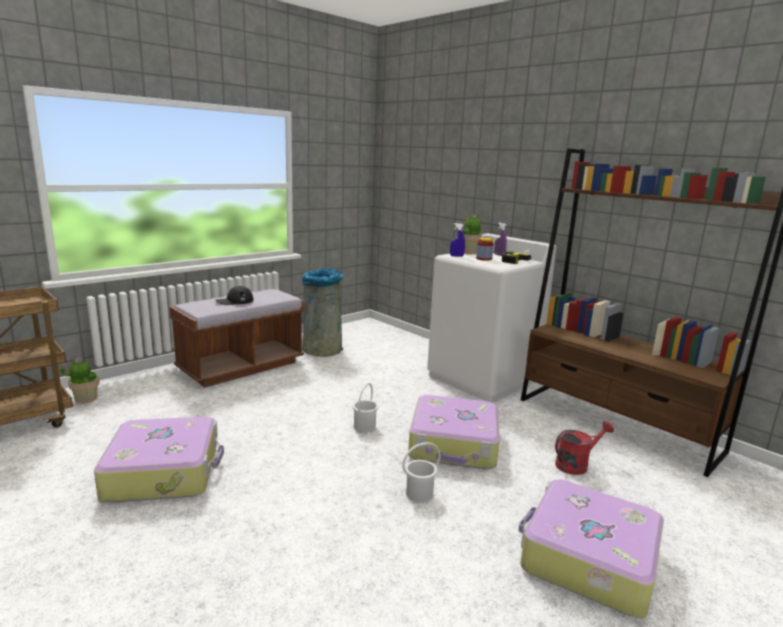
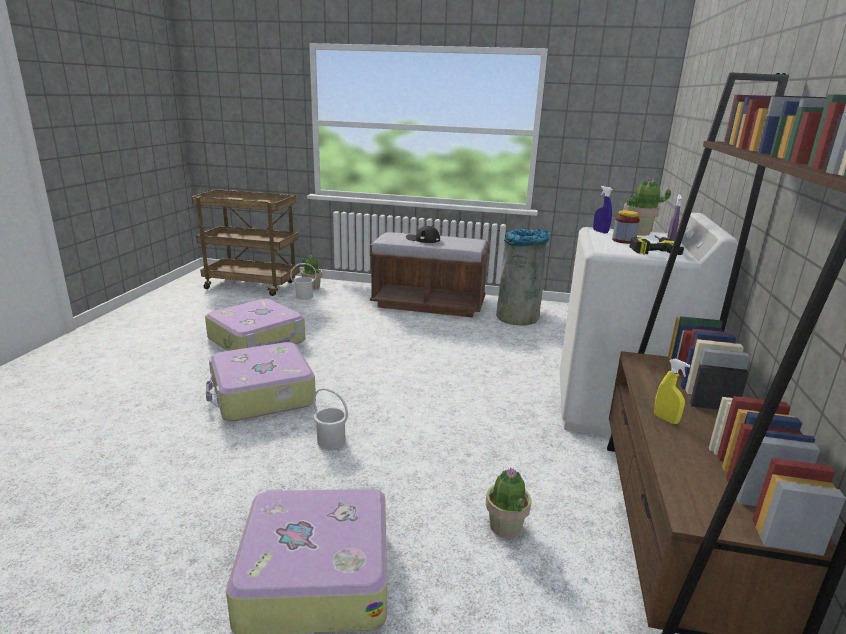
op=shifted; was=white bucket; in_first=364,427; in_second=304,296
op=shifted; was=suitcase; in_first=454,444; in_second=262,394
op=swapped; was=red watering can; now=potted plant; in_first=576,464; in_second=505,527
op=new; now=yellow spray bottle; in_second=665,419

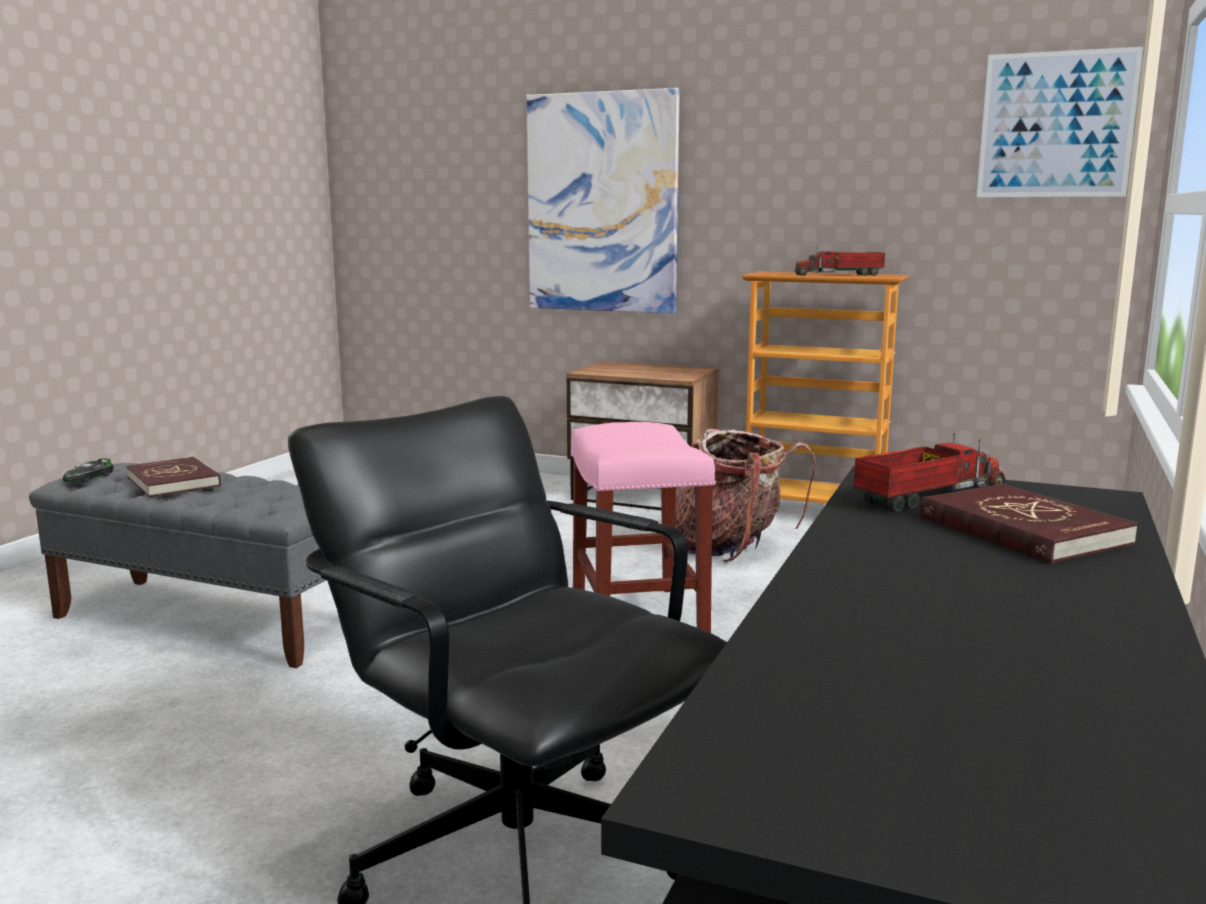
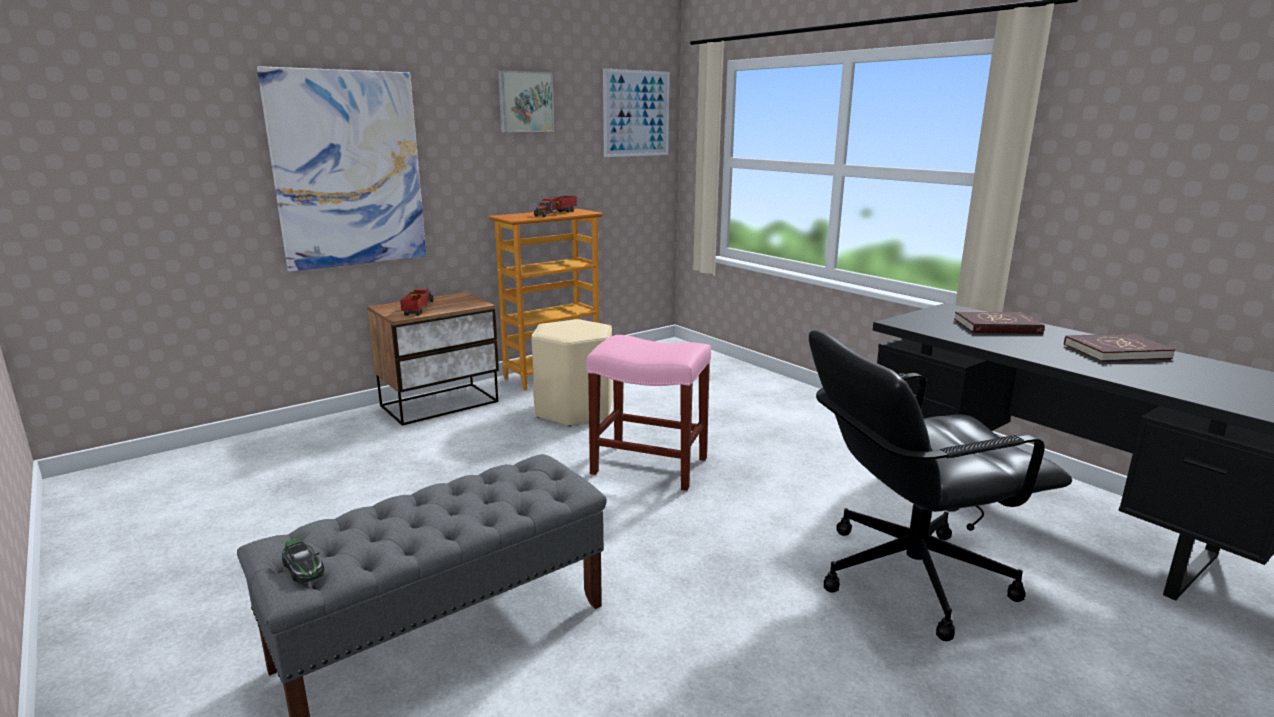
op=swapped; was=backpack; now=beige stool; in_first=730,548; in_second=574,410
op=shifted; was=toy truck; in_first=928,496; in_second=418,309
op=shifted; was=red book; in_first=174,481; in_second=1116,351
op=new; now=picture; in_second=525,102

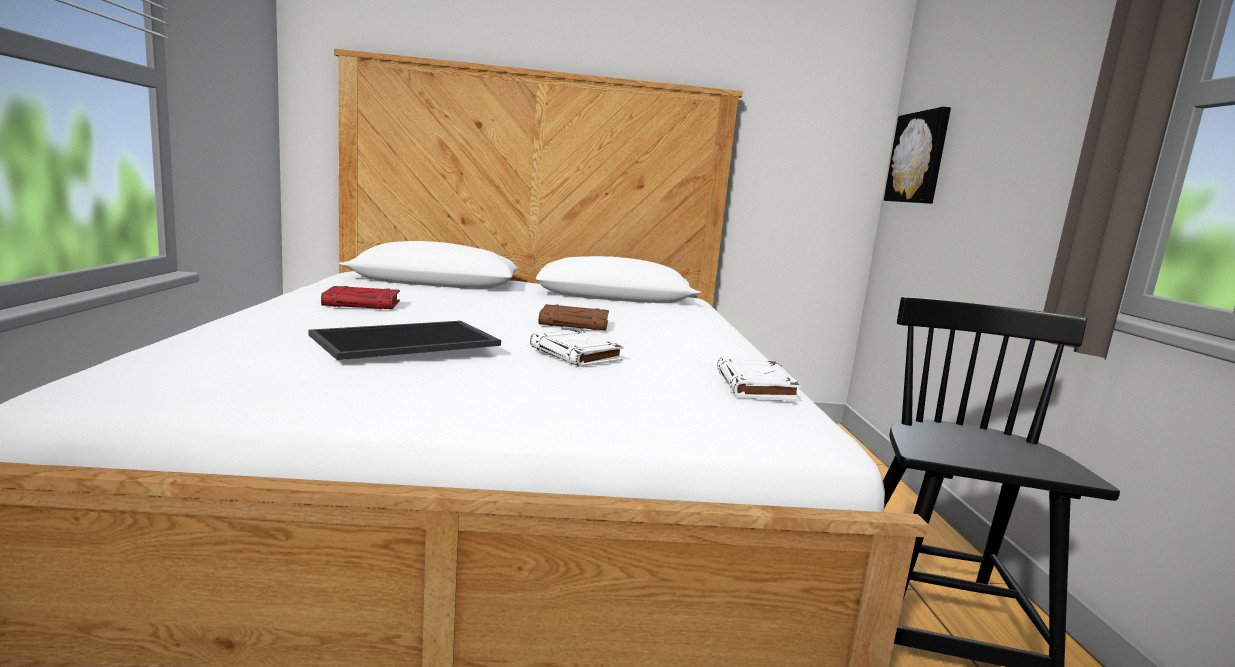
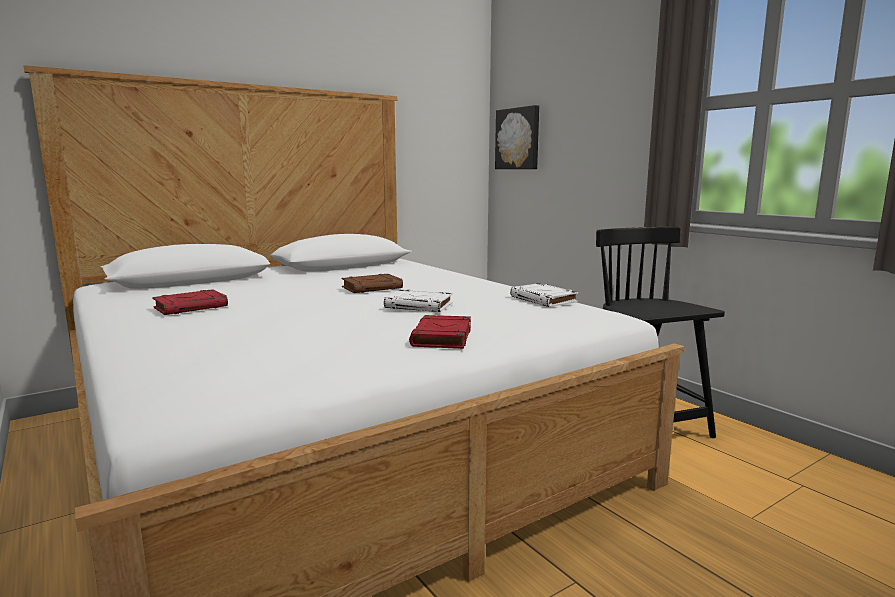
op=gone; was=tray; in_first=406,341
op=new; now=red book; in_second=442,337

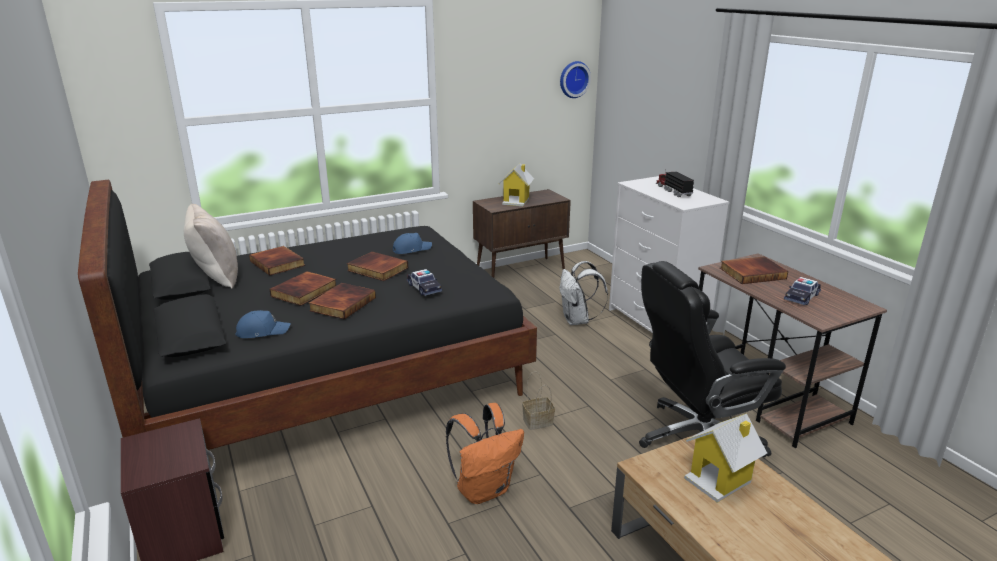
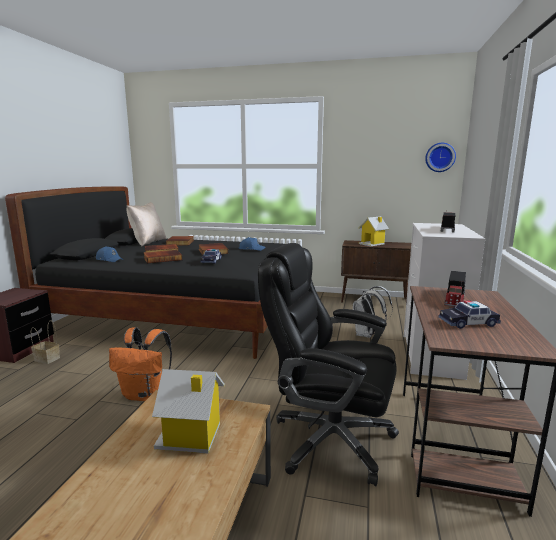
op=swapped; was=book; now=toy truck; in_first=752,273; in_second=454,299
op=shifted; was=basket; in_first=538,421; in_second=48,359

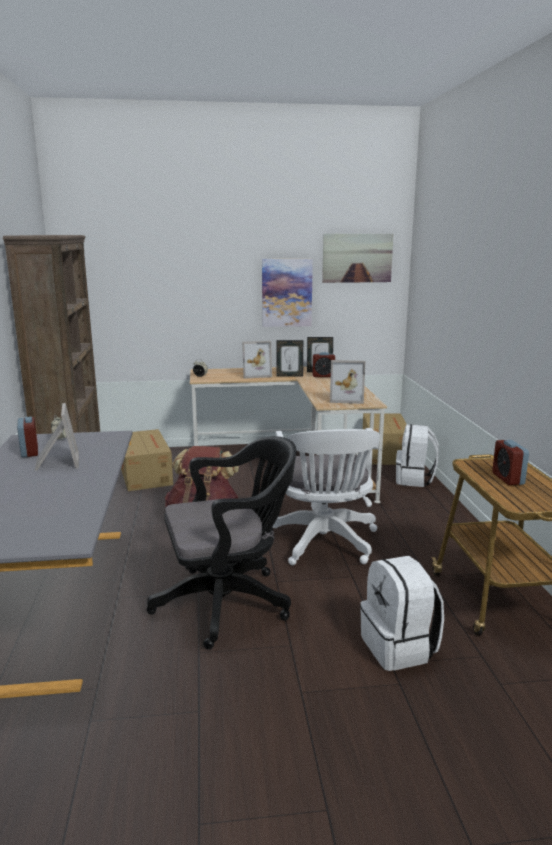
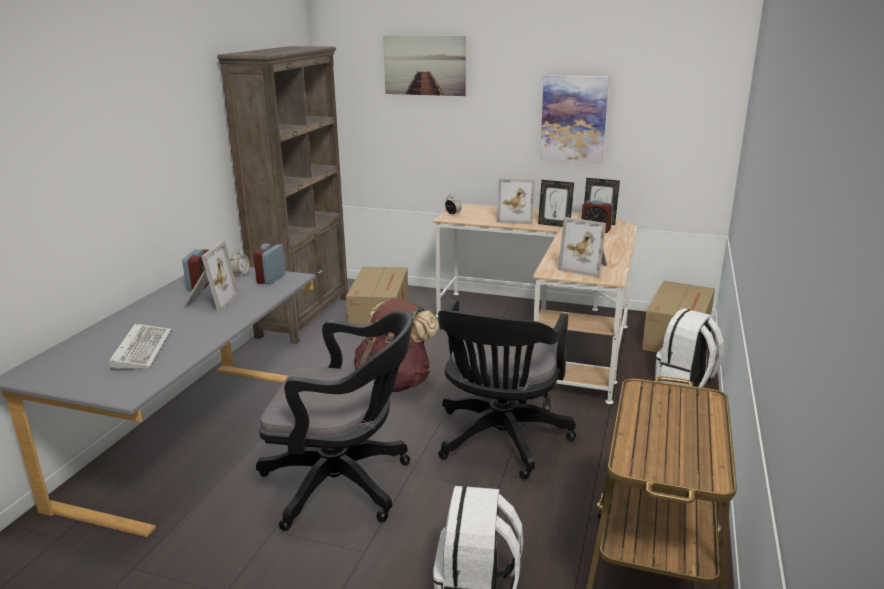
op=shifted; was=picture; in_first=357,258; in_second=424,65
op=repainted; was=white office chair; now=black office chair; in_first=324,543; in_second=499,441
op=shifted; was=alarm clock; in_first=508,478; in_second=271,279
op=new; now=keyboard; in_second=141,349

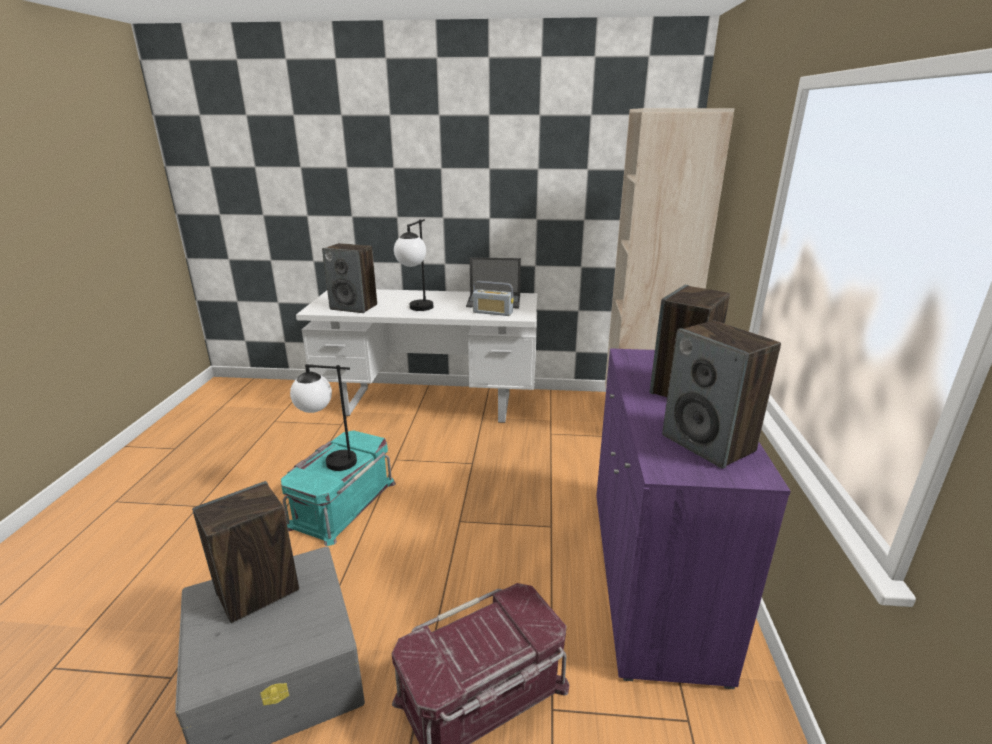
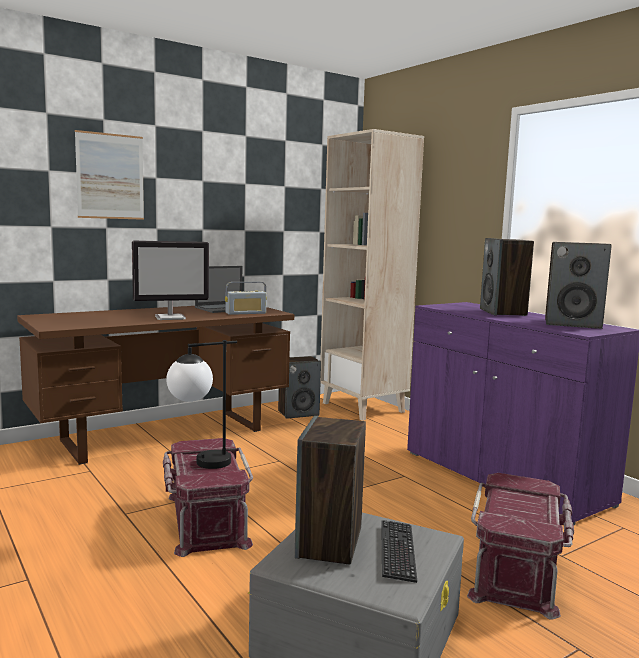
op=swapped; was=table lamp; now=monitor; in_first=417,310; in_second=171,318
op=shifted; was=speaker; in_first=354,307; in_second=298,413
op=repainted; was=white desk; now=brown desk; in_first=430,404; in_second=164,435
op=repainted; was=turquoise storage box; now=red storage box; in_first=341,503; in_second=205,520
op=new; now=picture; in_second=110,176
op=new; now=keyboard; in_second=397,552

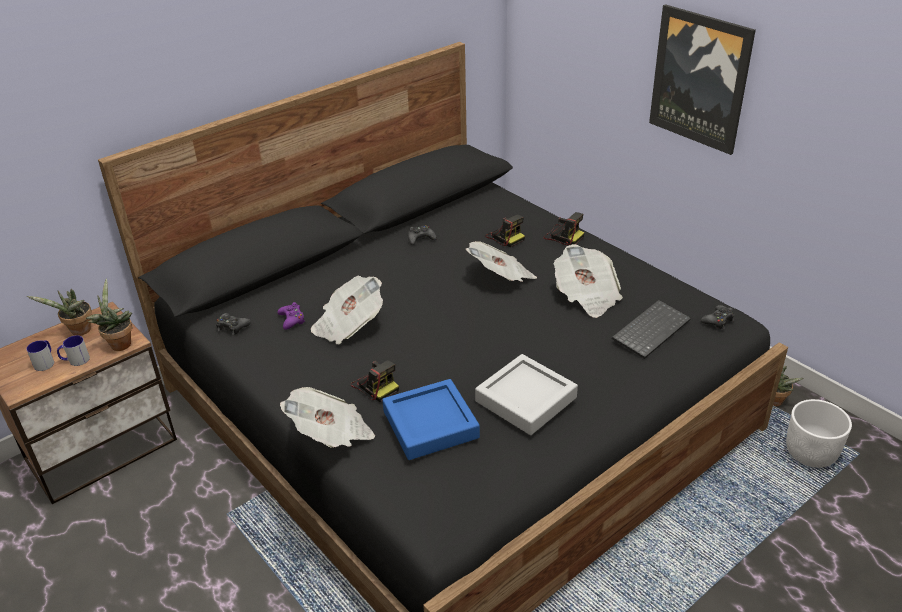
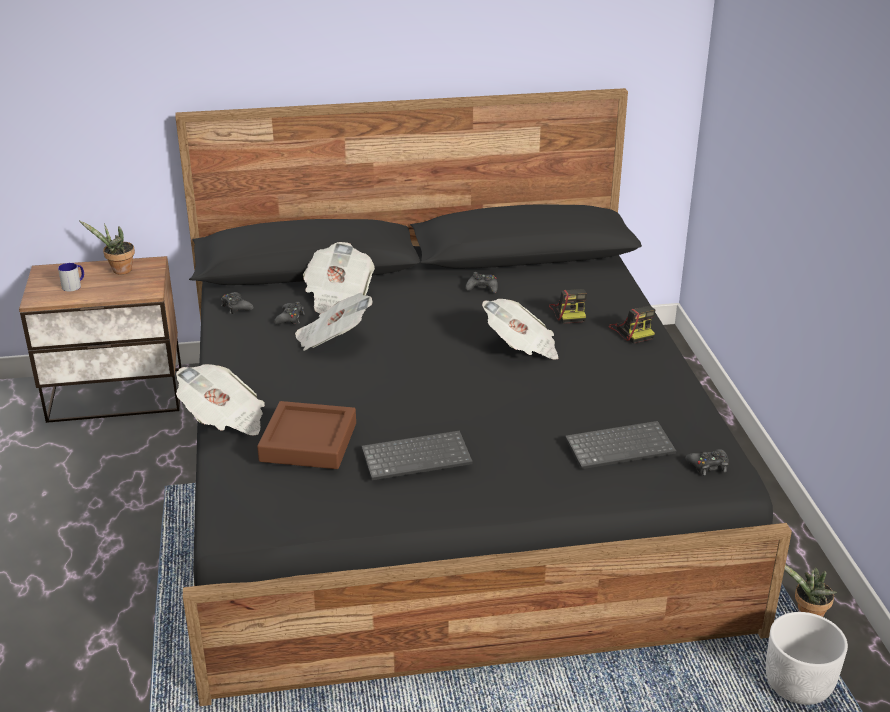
op=gone; was=picture; in_first=700,78
op=shifted; was=newspaper; in_first=586,296; in_second=337,296
op=gone; was=potted plant; in_first=119,343
op=repainted; was=purple game controller; now=black game controller; in_first=292,320; in_second=290,318
op=gone; was=mug; in_first=75,360
op=swapped; was=grey tray; now=keyboard; in_first=526,399; in_second=417,456
op=gone; was=photo camera; in_first=375,385
op=repainted; was=blue tray; now=brown tray; in_first=430,424; in_second=308,442

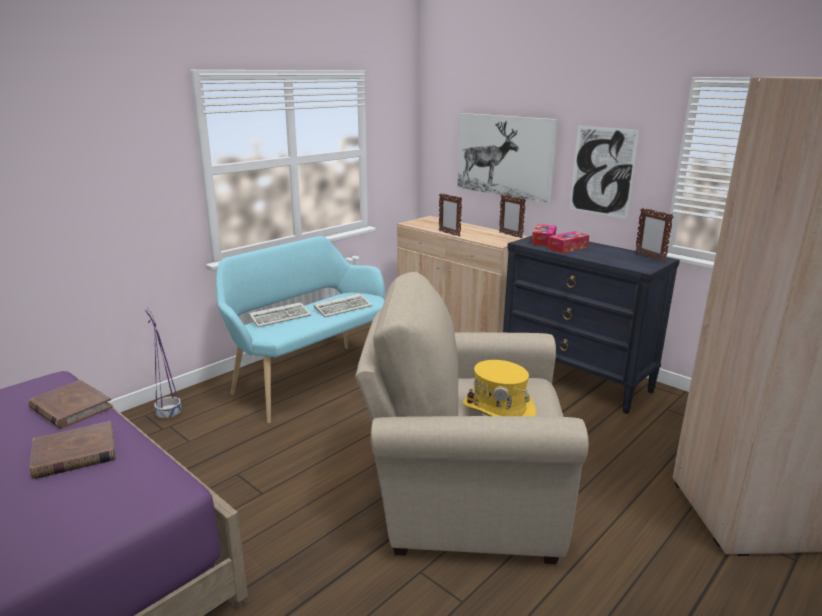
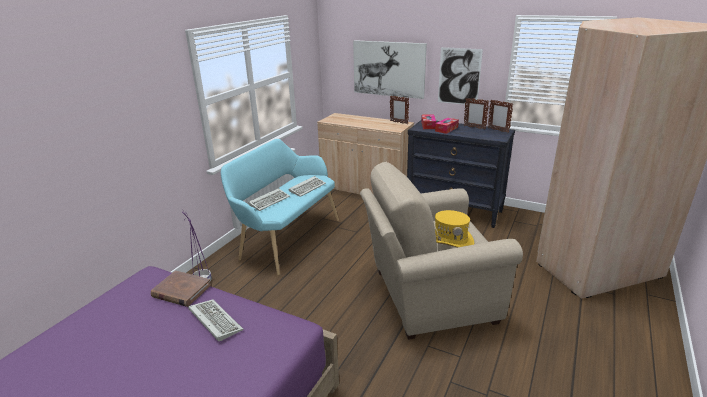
op=shifted; was=picture frame; in_first=449,234; in_second=474,127
op=swapped; was=brown book; now=keyboard; in_first=75,454; in_second=214,321

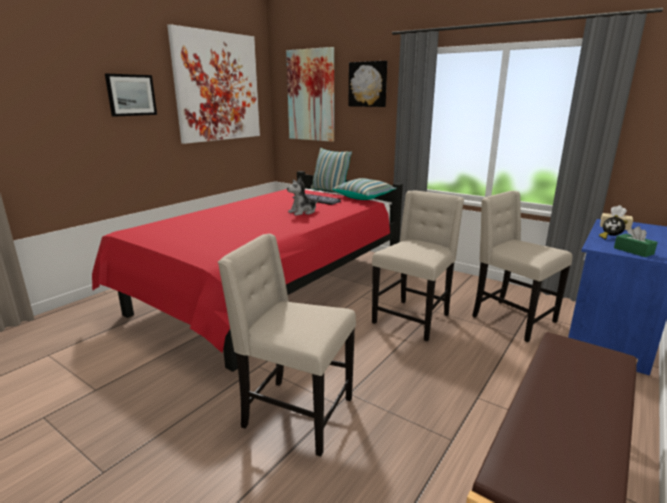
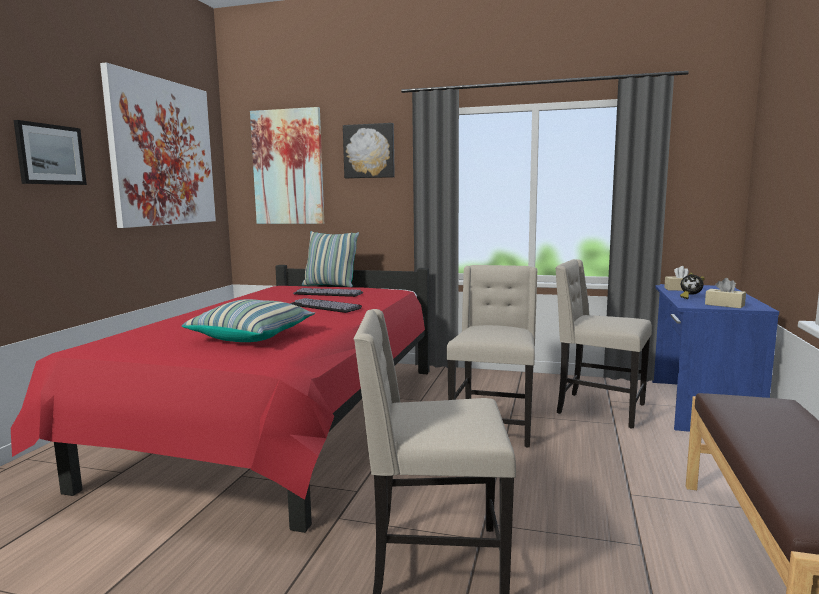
op=swapped; was=plush toy; now=keyboard; in_first=303,212; in_second=328,306
op=shifted; was=pillow; in_first=364,197; in_second=252,336
op=repainted; was=green tissue box; now=beige tissue box; in_first=633,251; in_second=724,305

